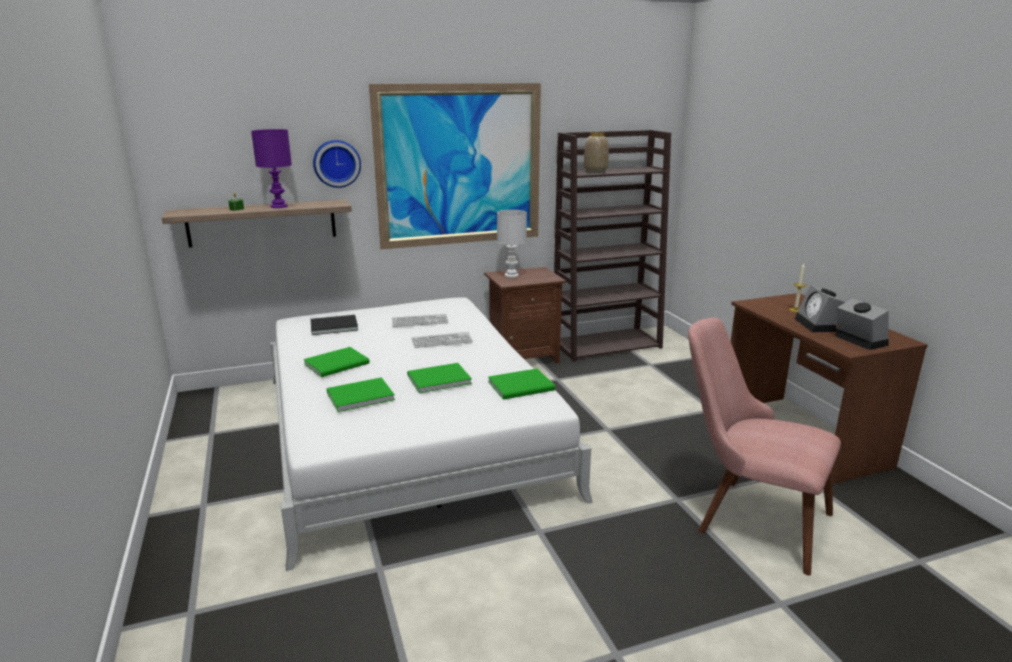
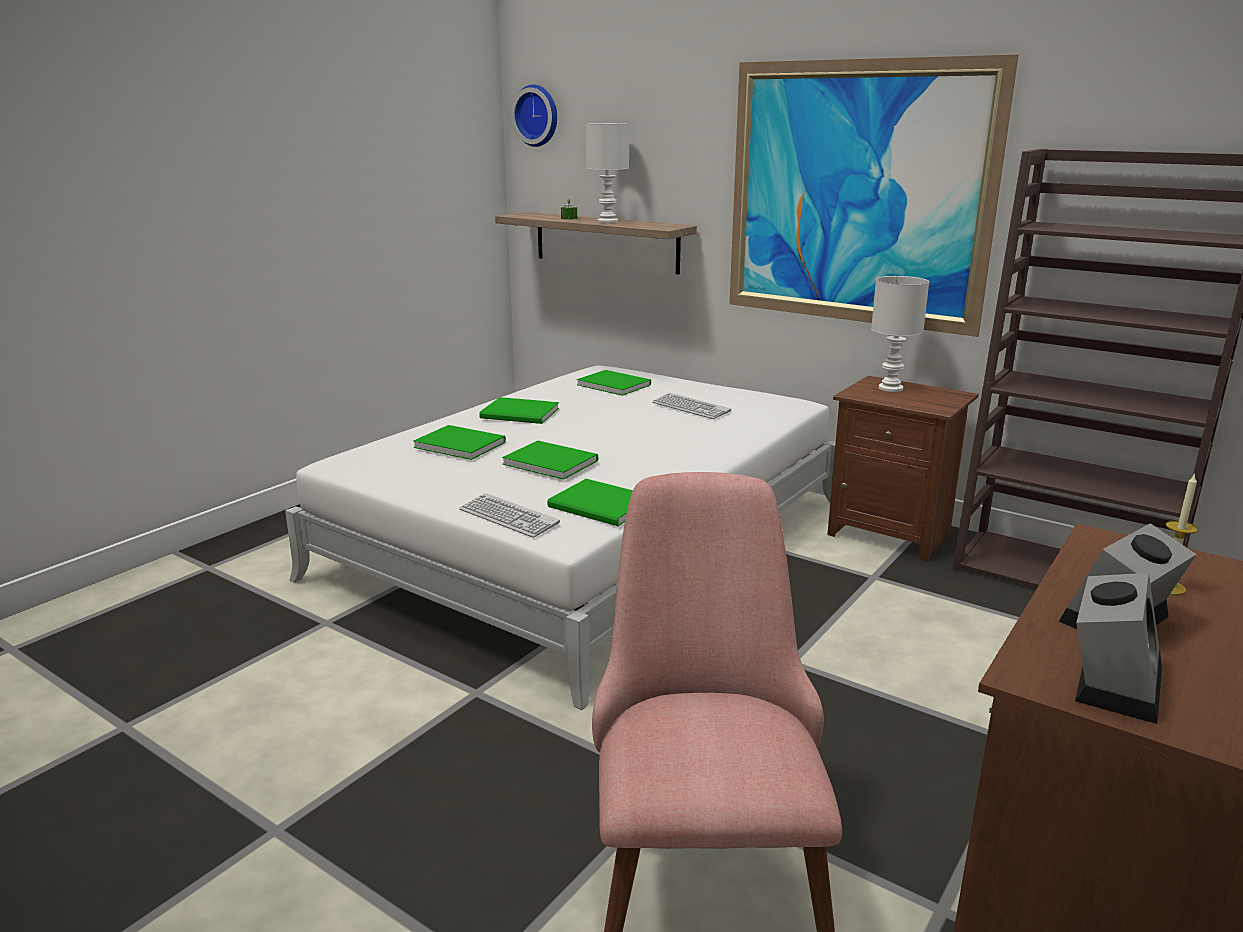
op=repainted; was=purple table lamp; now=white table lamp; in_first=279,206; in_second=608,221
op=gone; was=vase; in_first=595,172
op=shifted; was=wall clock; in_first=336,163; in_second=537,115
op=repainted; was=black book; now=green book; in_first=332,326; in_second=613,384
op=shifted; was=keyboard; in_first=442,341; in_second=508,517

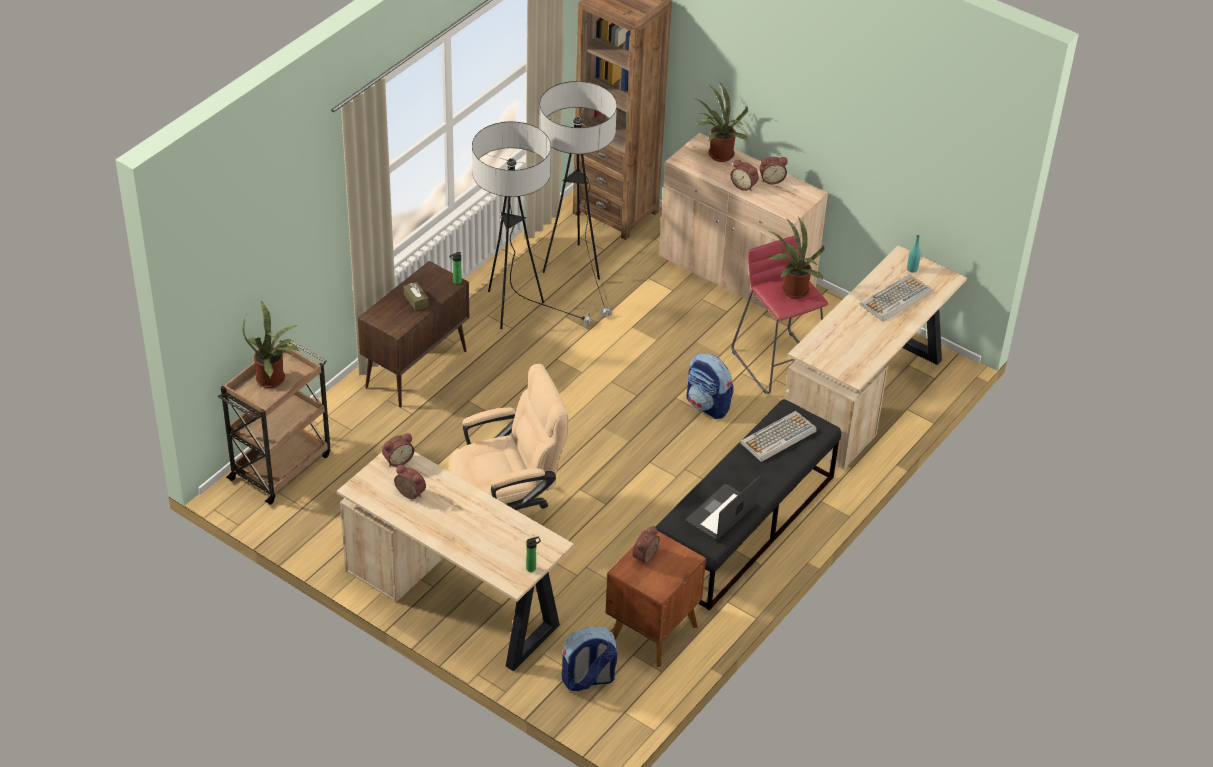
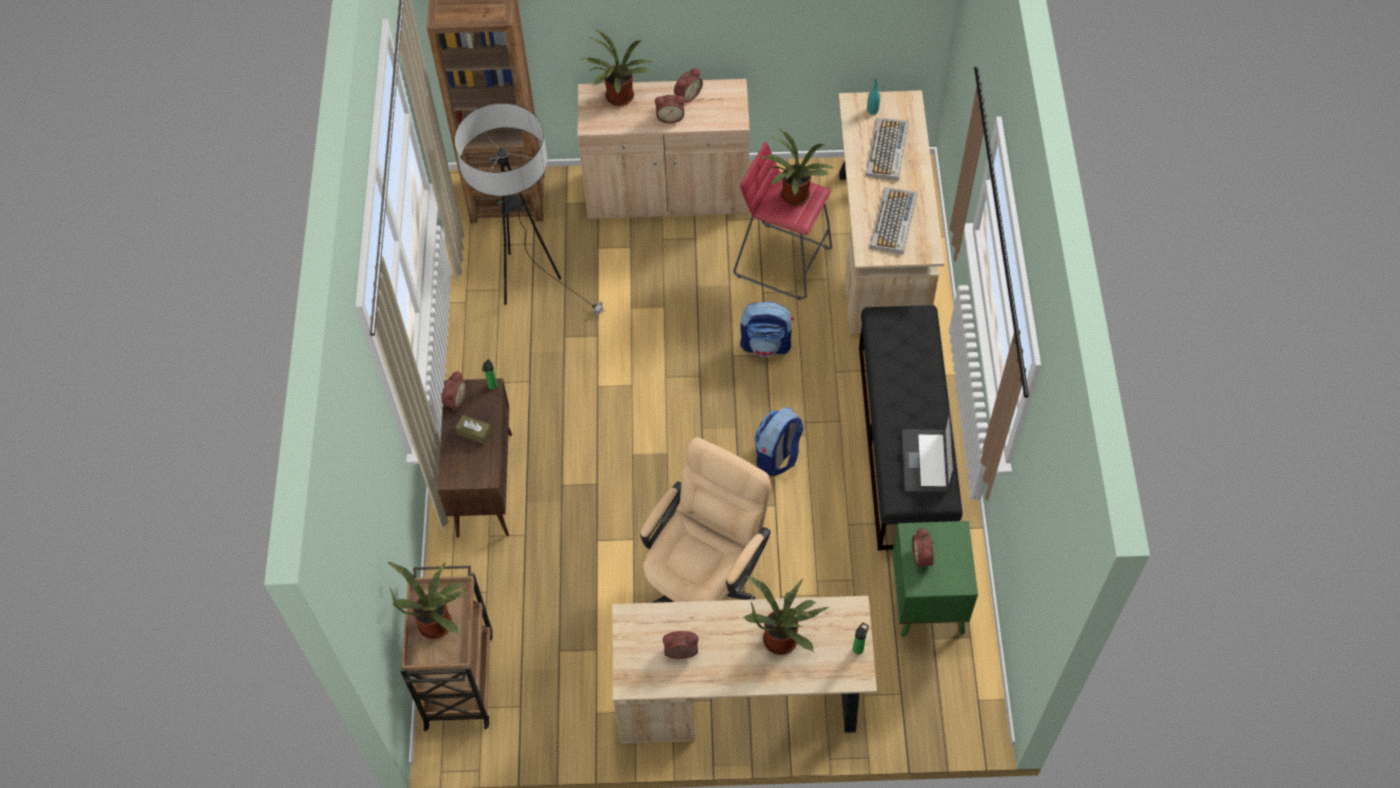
op=gone; was=floor lamp; in_first=515,312
op=shifted; was=keyboard; in_first=778,437; in_second=894,222
op=shifted; was=alarm clock; in_first=397,460; in_second=454,399
op=repainted; was=brown nightstand; now=green nightstand; in_first=652,632; in_second=927,604
op=shifted; was=backpack; in_first=588,679; in_second=777,456
op=new; now=potted plant; in_second=783,637

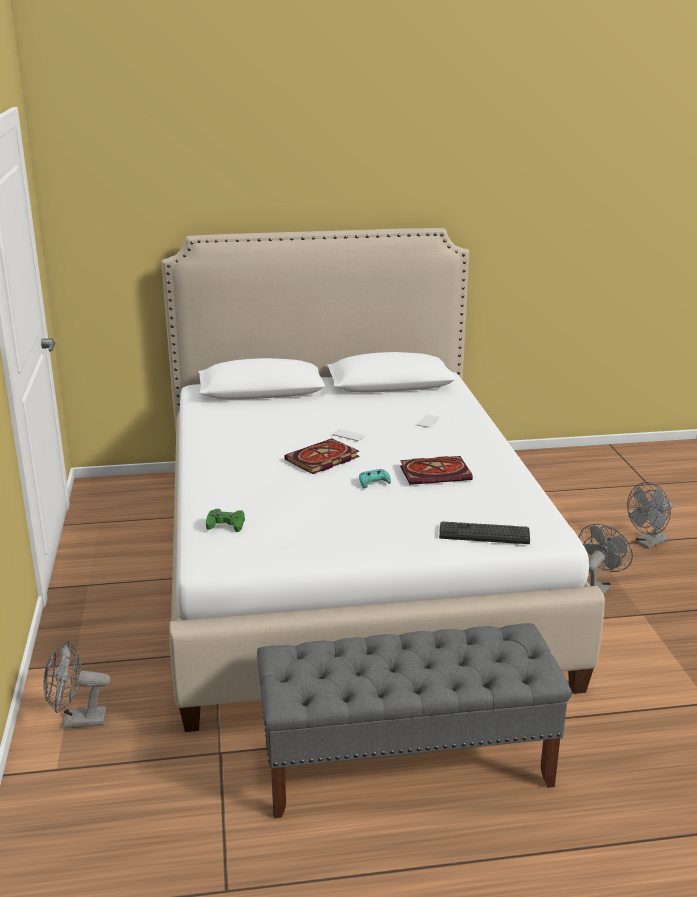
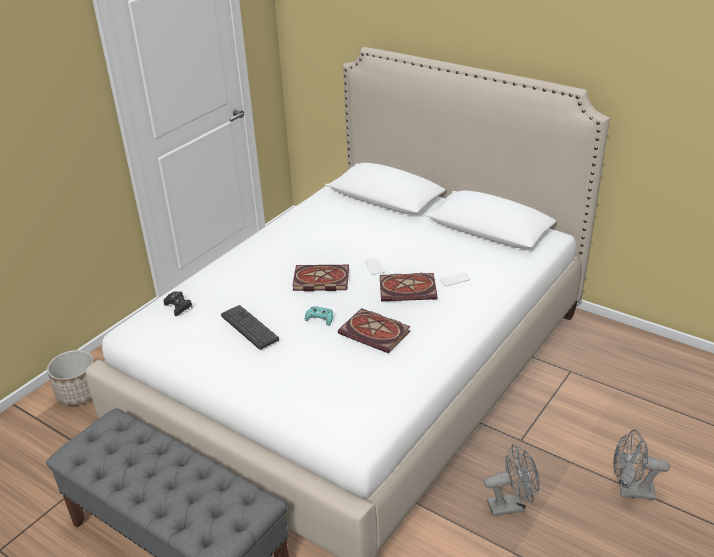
op=repainted; was=green game controller; now=black game controller; in_first=226,525; in_second=178,306
op=shifted; was=keyboard; in_first=484,534; in_second=249,327
op=swapped; was=grey fan; now=planter; in_first=77,721; in_second=79,393
op=new; now=book; in_second=409,289

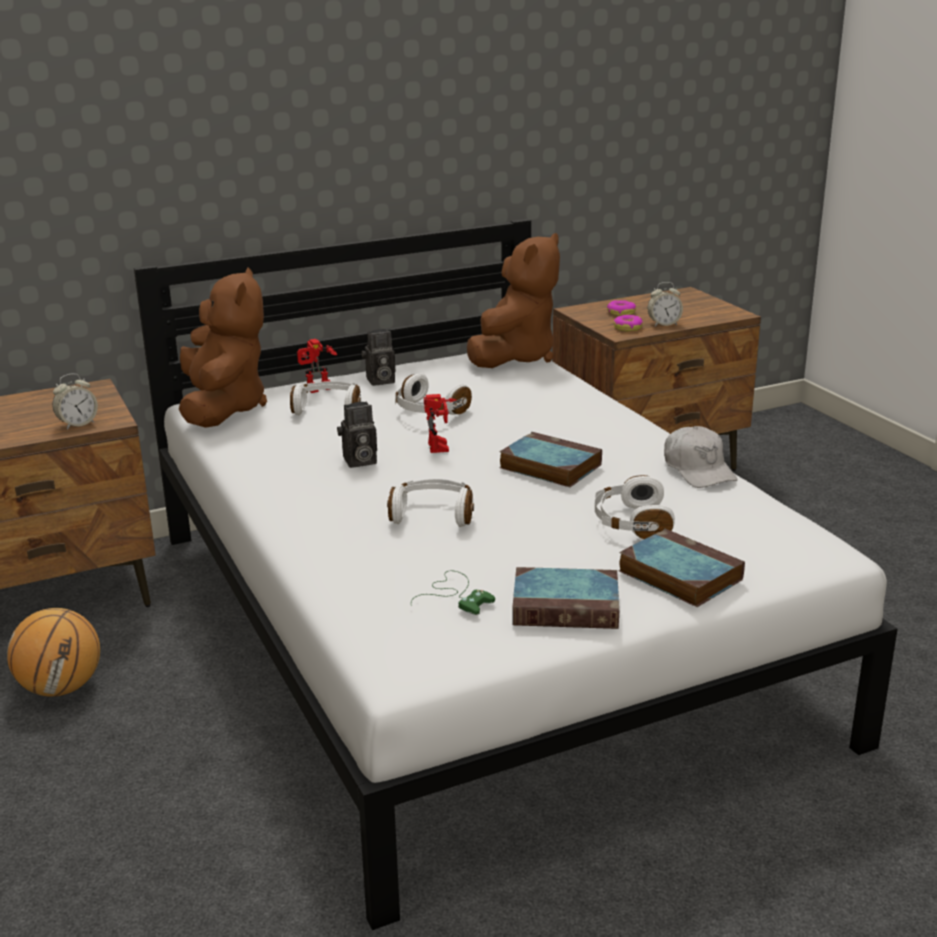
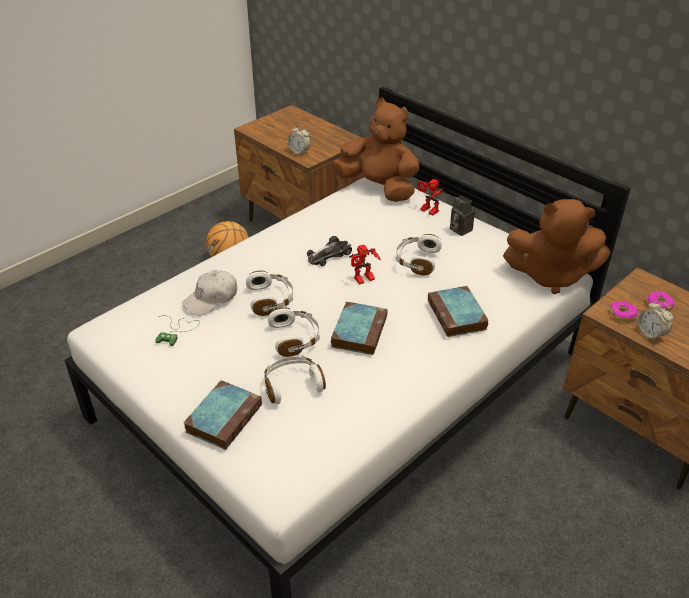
op=rotated; was=brown plush toy; in_first=223,409; in_second=379,188; clockwise=-120
op=shifted; was=white headphones; in_first=328,408; in_second=295,338
op=swapped; was=photo camera; now=toy car; in_first=358,461; in_second=329,254
op=shifted; was=white cap; in_first=698,470; in_second=211,299
op=shifted; was=book; in_first=568,606; in_second=457,316

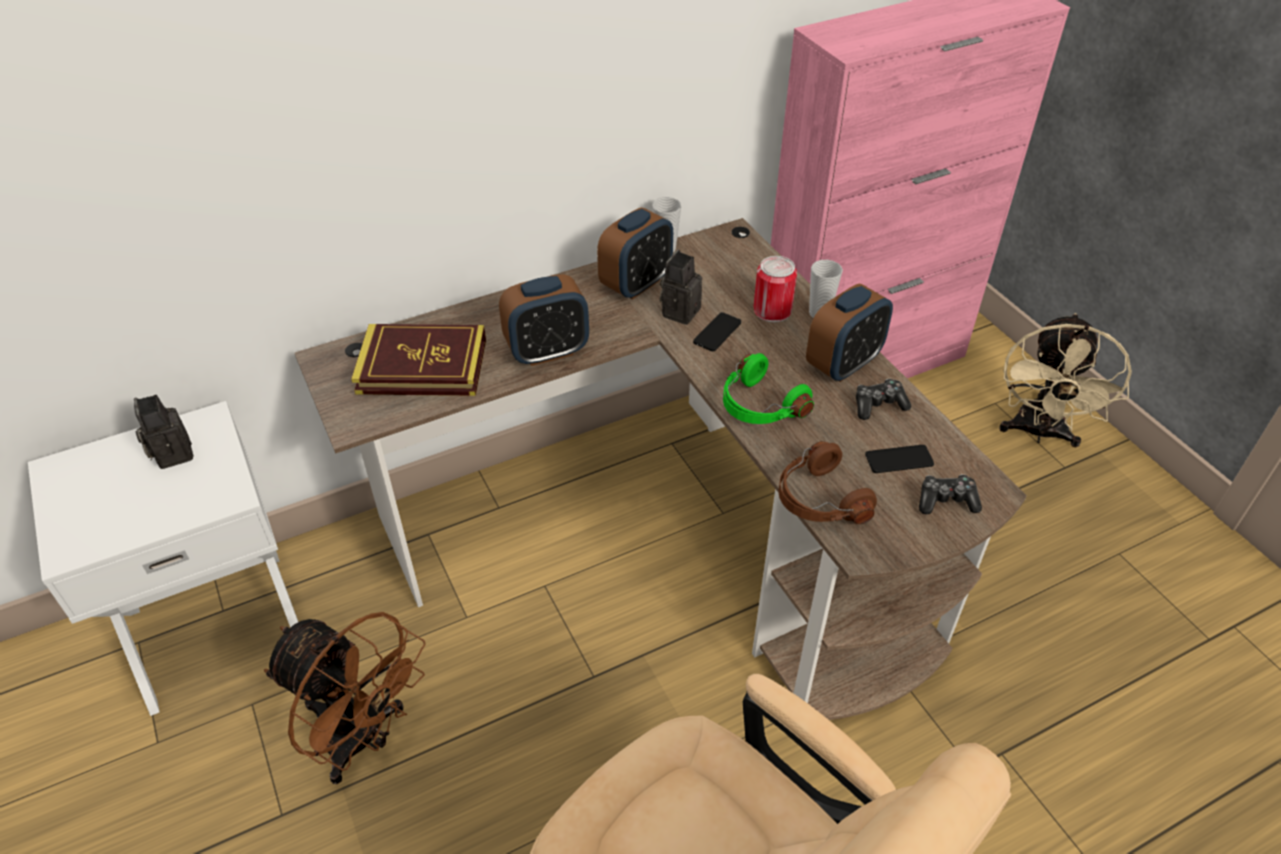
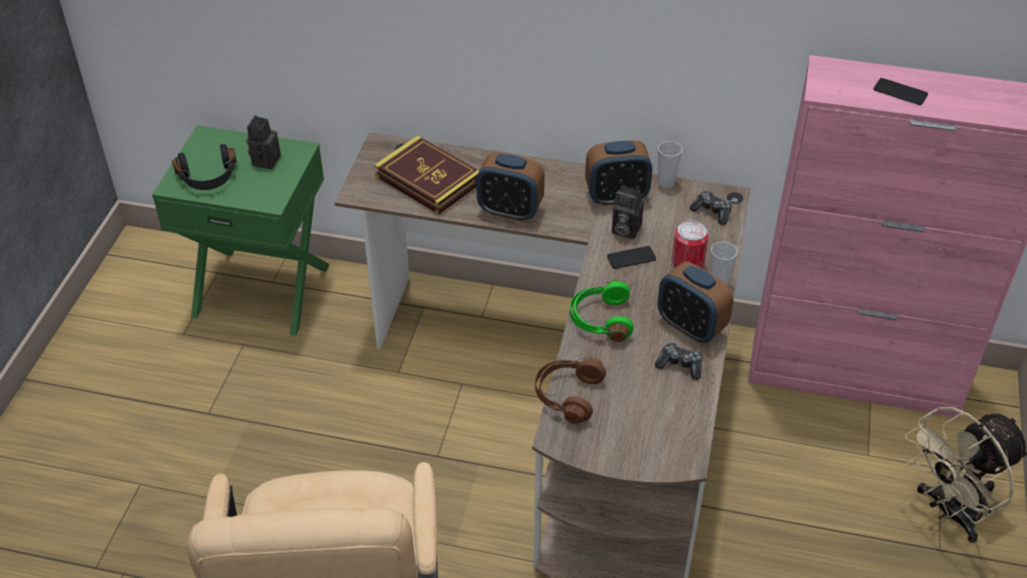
op=rotated; was=photo camera; in_first=679,310; in_second=624,230; clockwise=-135
op=rotated; was=alarm clock; in_first=843,364; in_second=691,326; clockwise=45
op=repainted; was=white nightstand; now=green nightstand; in_first=217,626; in_second=262,288
op=shifted; was=phone; in_first=899,459; in_second=900,92
op=shifted; was=game controller; in_first=946,501; in_second=712,212
op=gone; was=brown fan; in_first=363,740
op=new; now=black headphones; in_second=208,178

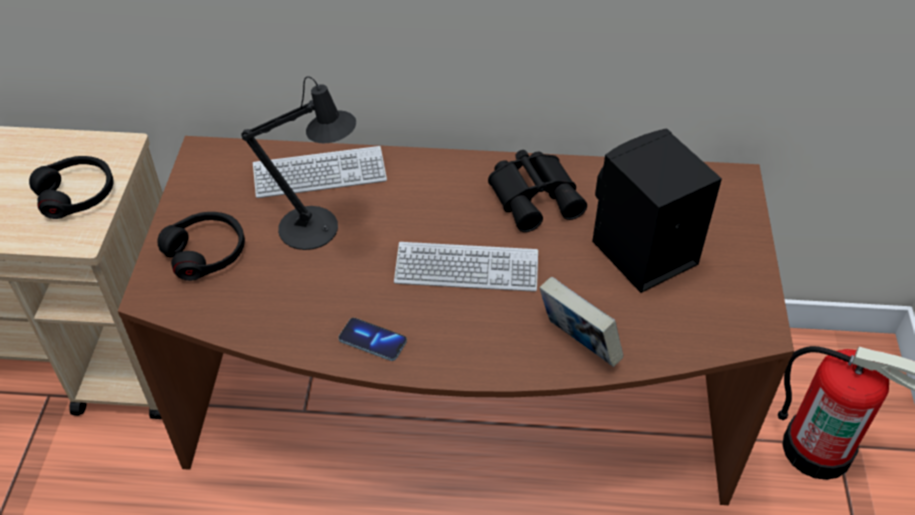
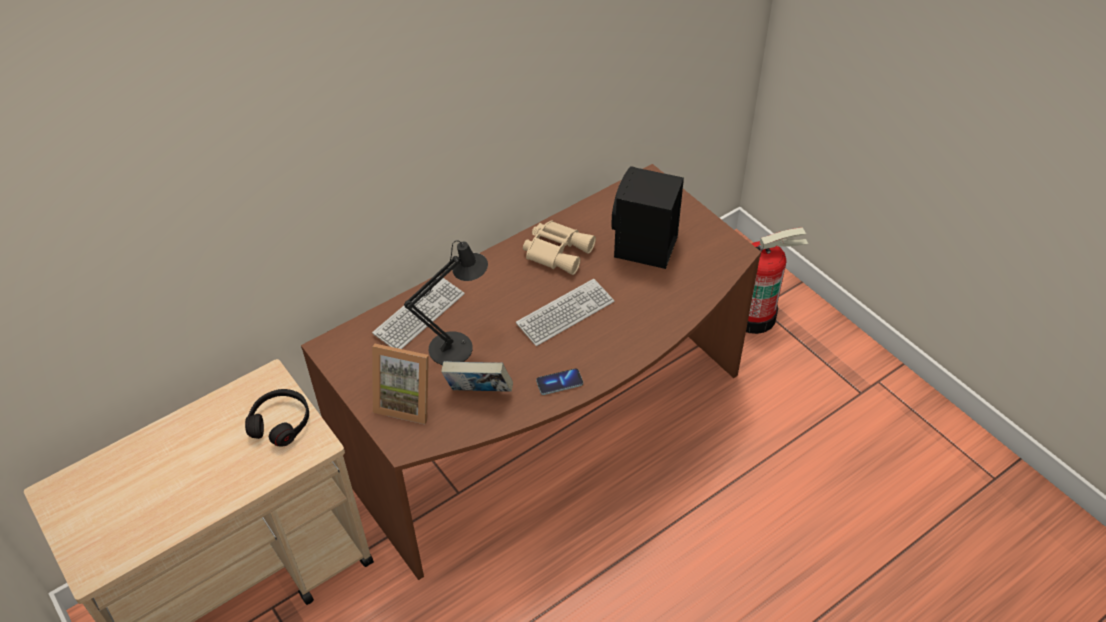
op=repainted; was=black binoculars; now=beige binoculars; in_first=536,196; in_second=557,251
op=swapped; was=black headphones; now=picture frame; in_first=206,252; in_second=406,401
op=shifted; was=book; in_first=577,344; in_second=478,392

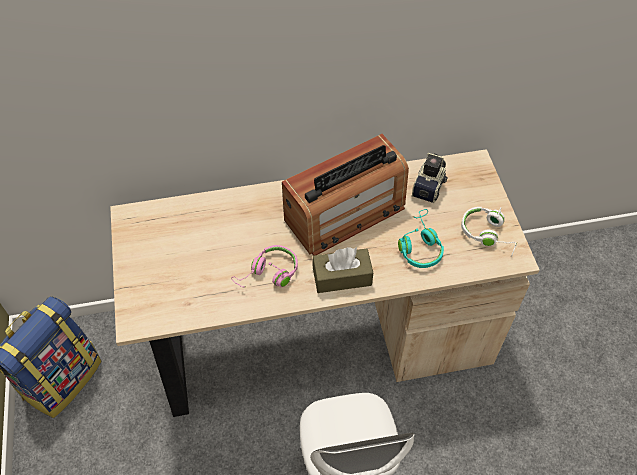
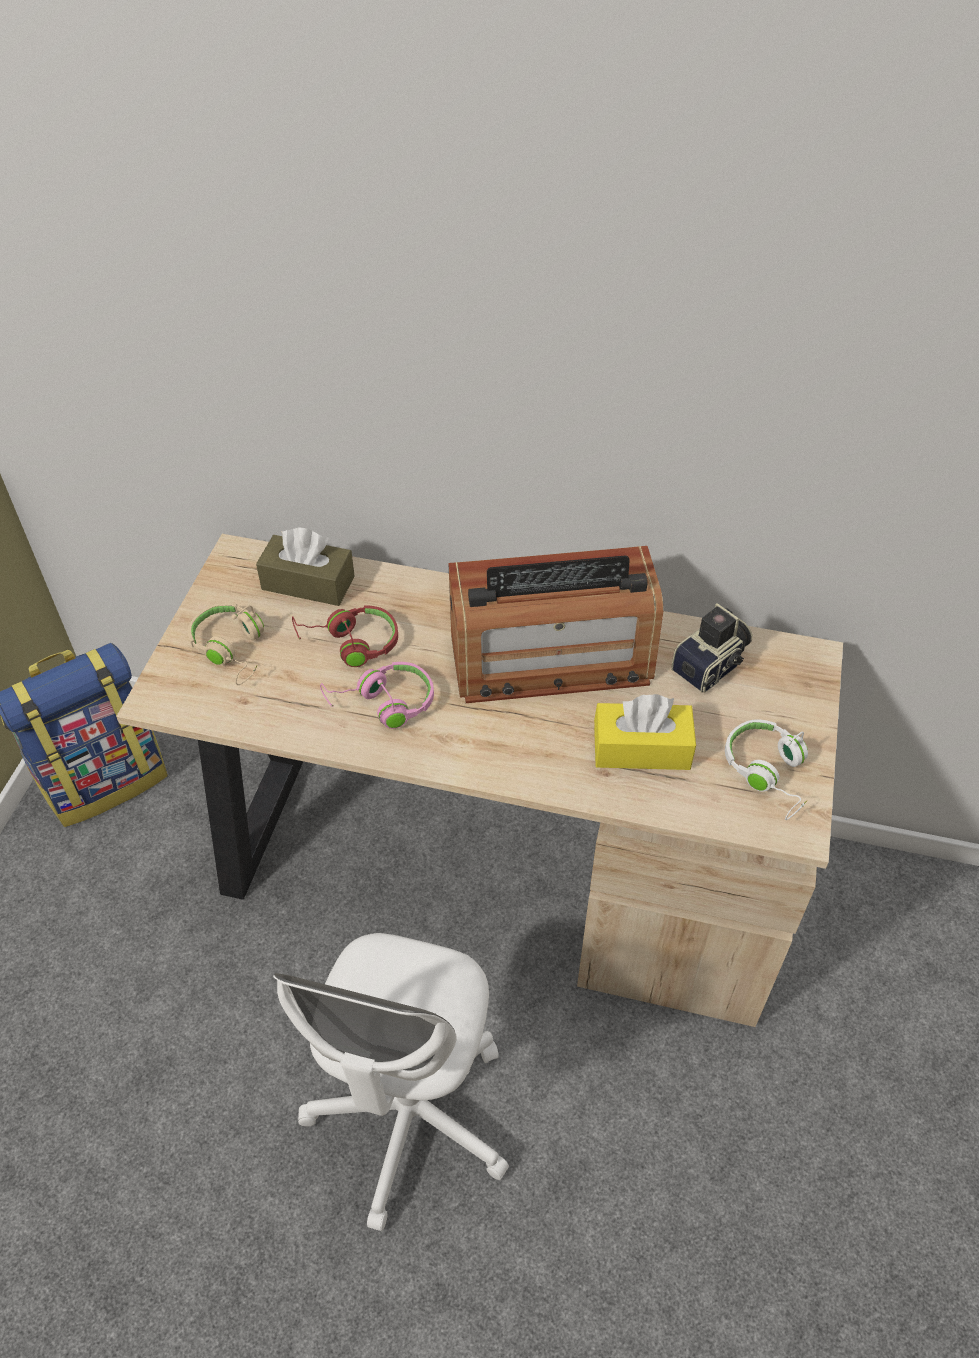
op=swapped; was=turquoise headphones; now=yellow tissue box; in_first=419,246; in_second=641,749
op=shifted; was=brown tissue box; in_first=342,277; in_second=308,583
op=new; now=beige headphones; in_second=232,649
op=new; now=red headphones; in_second=350,643

